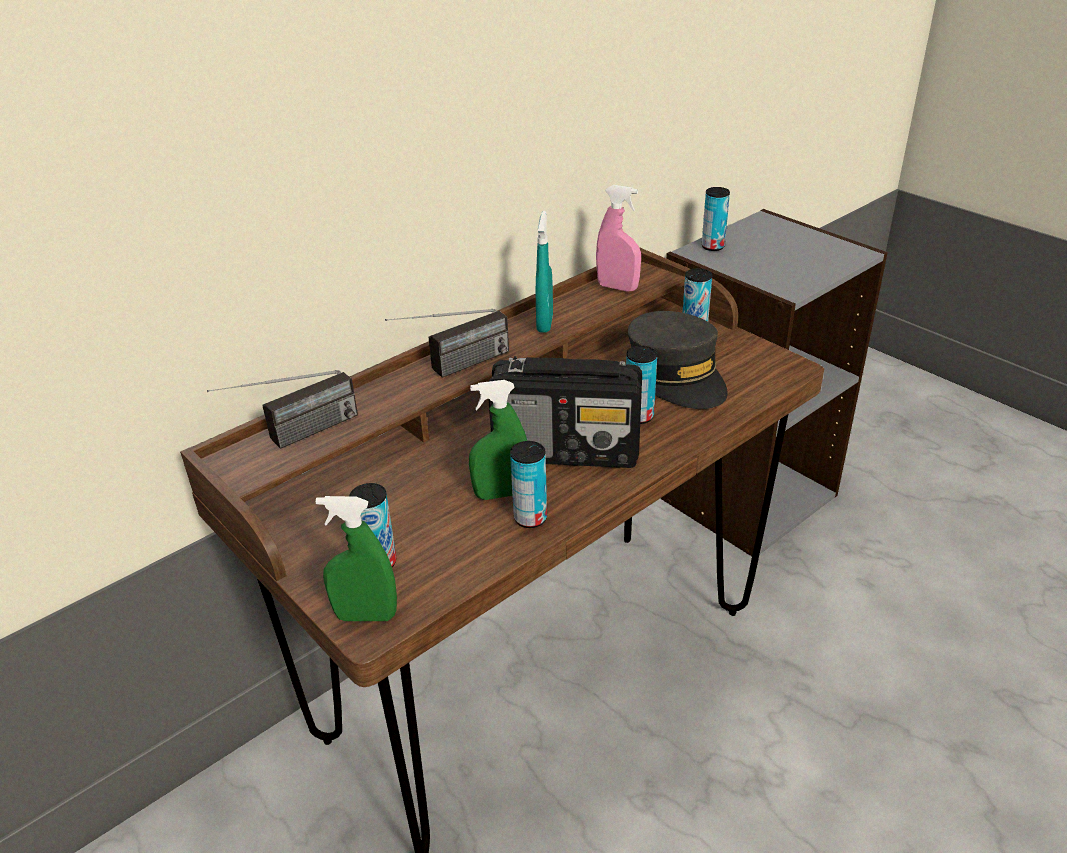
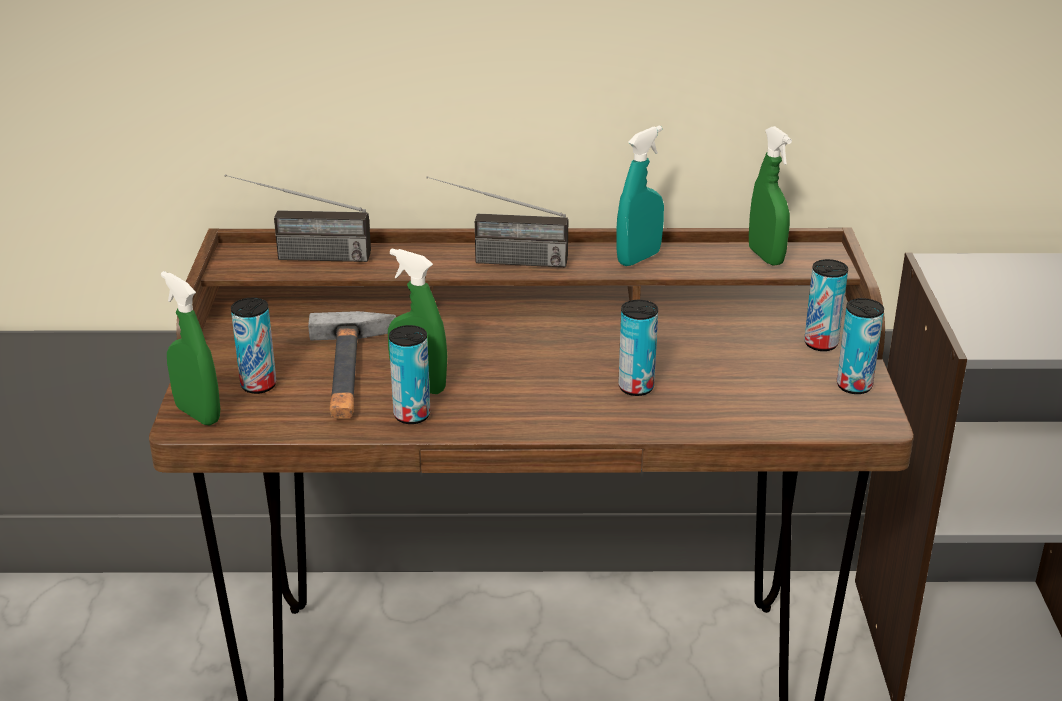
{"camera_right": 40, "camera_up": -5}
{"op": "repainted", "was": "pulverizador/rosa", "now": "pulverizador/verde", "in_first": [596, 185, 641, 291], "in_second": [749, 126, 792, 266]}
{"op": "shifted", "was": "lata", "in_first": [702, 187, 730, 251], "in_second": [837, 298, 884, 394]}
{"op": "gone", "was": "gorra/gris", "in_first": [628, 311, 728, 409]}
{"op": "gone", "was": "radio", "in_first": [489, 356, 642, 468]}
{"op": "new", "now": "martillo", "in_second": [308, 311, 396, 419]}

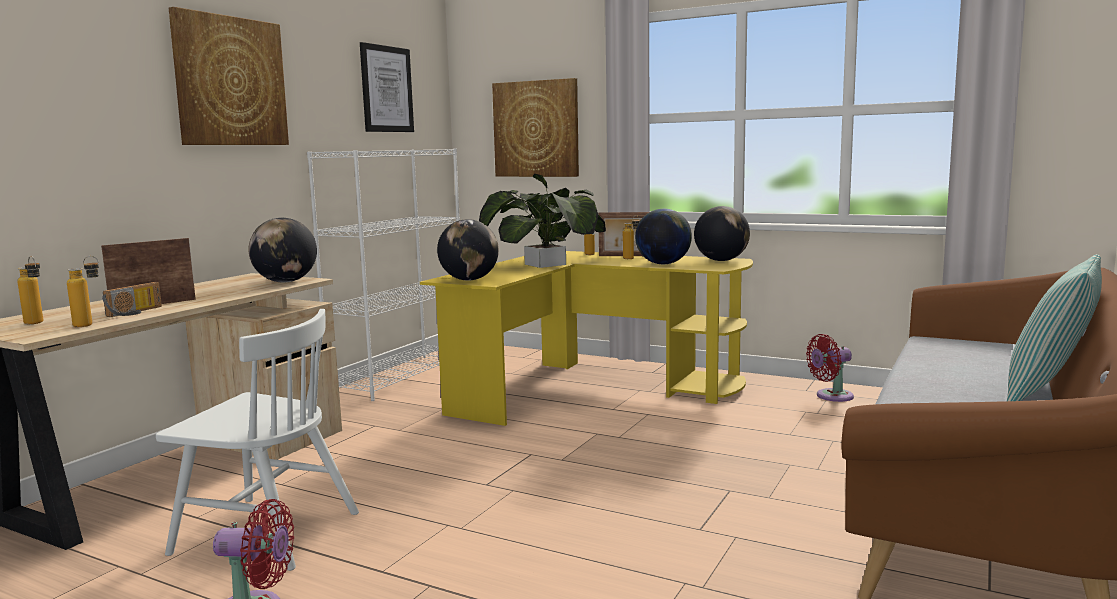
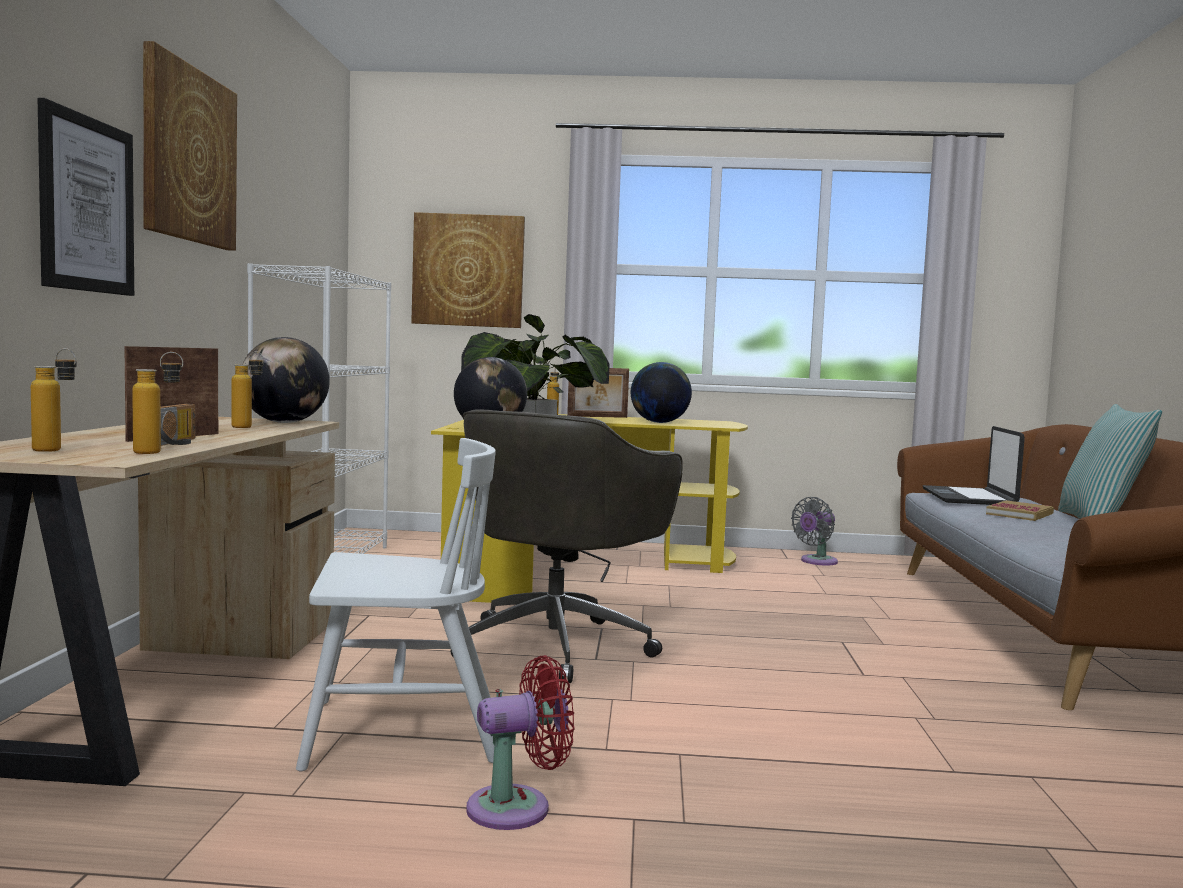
{"camera_right": -25, "camera_up": -5}
{"op": "shifted", "was": "cuadro", "in_first": [360, 42, 414, 132], "in_second": [38, 98, 134, 296]}
{"op": "gone", "was": "globo terráqueo", "in_first": [694, 206, 750, 261]}
{"op": "shifted", "was": "botella", "in_first": [623, 215, 640, 259], "in_second": [232, 351, 264, 428]}
{"op": "repainted", "was": "ventilador/rojo", "now": "ventilador/gris", "in_first": [806, 334, 854, 402], "in_second": [791, 497, 838, 565]}
{"op": "new", "now": "silla de oficina/gris", "in_second": [451, 410, 683, 683]}
{"op": "new", "now": "portátil", "in_second": [923, 426, 1025, 505]}
{"op": "new", "now": "libro", "in_second": [986, 500, 1054, 521]}

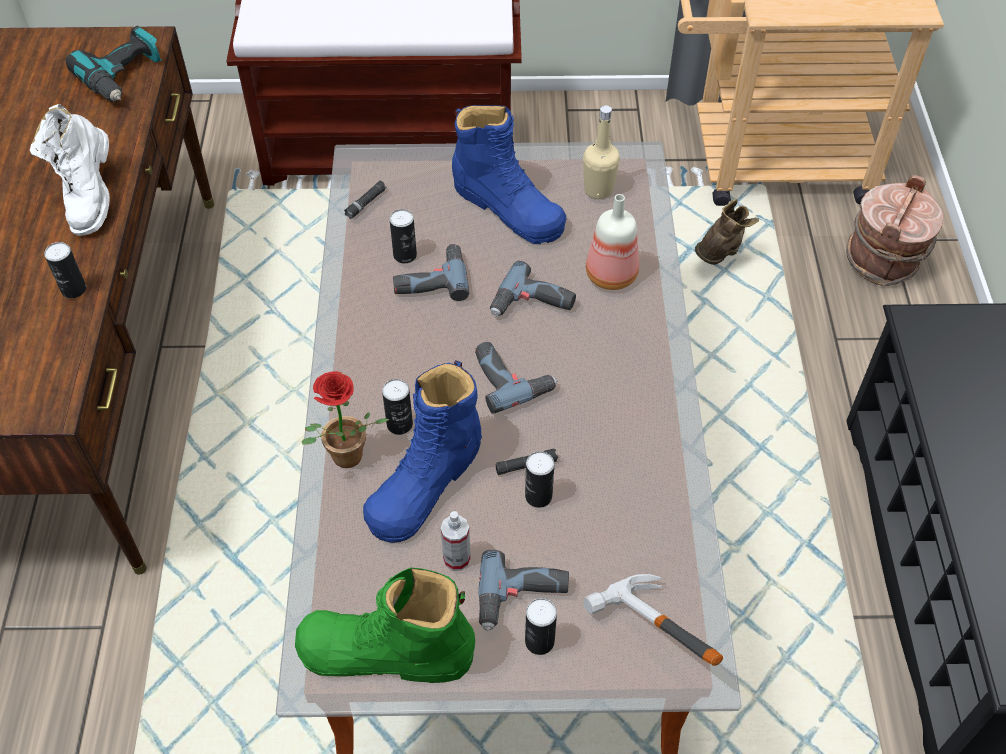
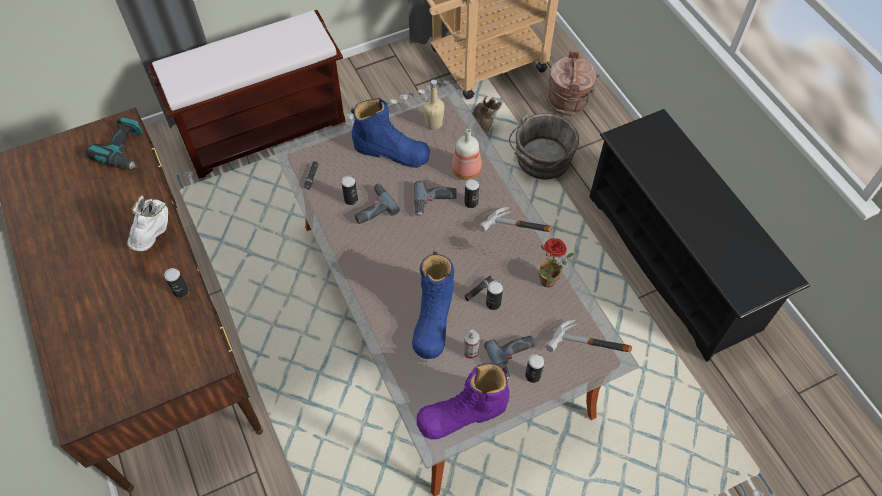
{"camera_right": -25, "camera_up": 5}
{"op": "rotated", "was": "bota/blanco", "in_first": [30, 104, 109, 236], "in_second": [128, 196, 168, 251], "clockwise": -150}
{"op": "gone", "was": "taladro", "in_first": [475, 342, 558, 414]}
{"op": "shifted", "was": "planta en maceta", "in_first": [302, 372, 389, 468], "in_second": [538, 238, 574, 287]}
{"op": "shifted", "was": "lata", "in_first": [382, 379, 413, 435], "in_second": [464, 179, 479, 208]}
{"op": "repainted", "was": "bota/verde", "now": "bota/morado", "in_first": [295, 568, 475, 683], "in_second": [417, 363, 510, 439]}
{"op": "new", "now": "cubo/gris", "in_second": [509, 113, 579, 179]}
{"op": "new", "now": "martillo", "in_second": [478, 207, 553, 232]}

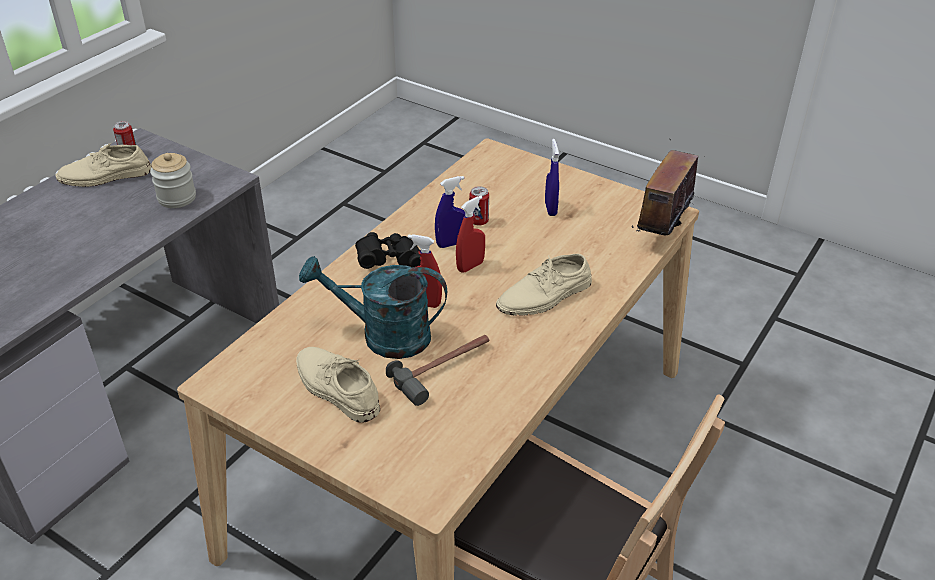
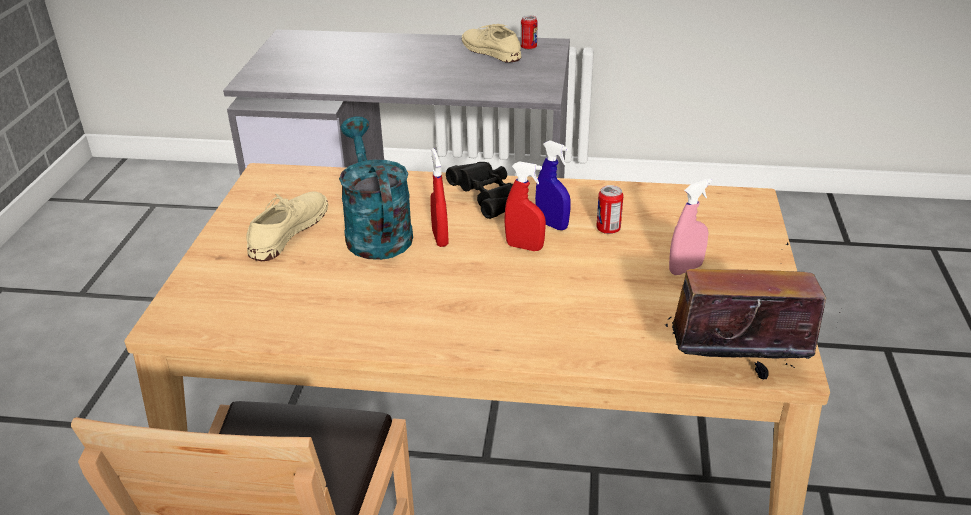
{"camera_right": 65, "camera_up": -5}
{"op": "repainted", "was": "pulverizador/azul", "now": "pulverizador/rosa", "in_first": [545, 139, 559, 216], "in_second": [669, 179, 712, 275]}
{"op": "gone", "was": "tarro", "in_first": [150, 153, 196, 208]}
{"op": "gone", "was": "zapato/beis", "in_first": [496, 254, 592, 316]}
{"op": "gone", "was": "martillo", "in_first": [386, 335, 489, 406]}

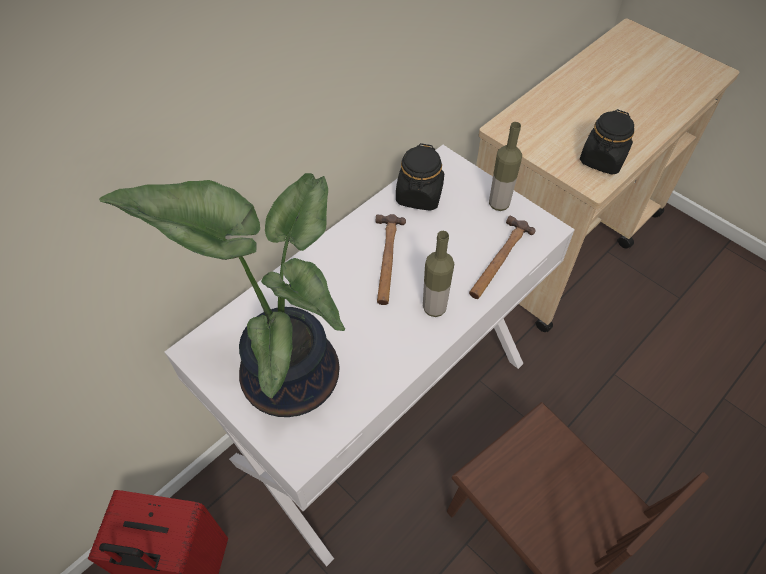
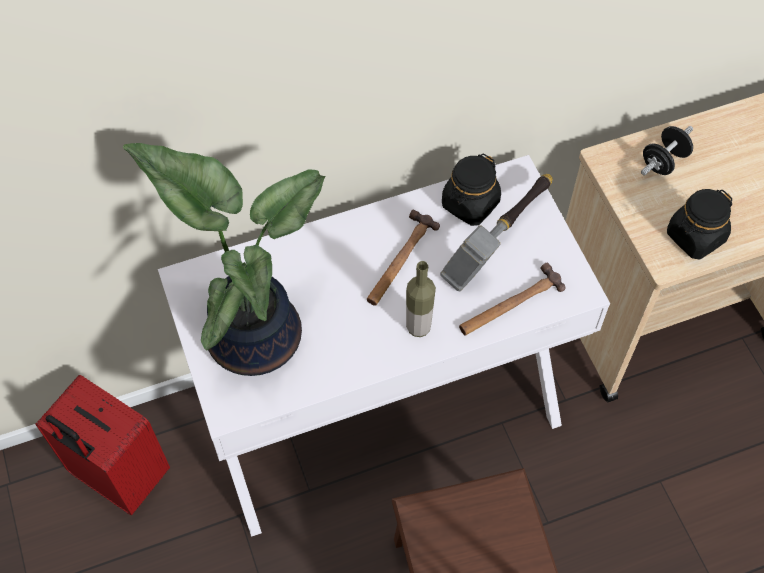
{"camera_right": 25, "camera_up": 5}
{"op": "gone", "was": "botella", "in_first": [489, 122, 522, 211]}
{"op": "new", "now": "mancuerna/negro", "in_second": [641, 126, 693, 175]}
{"op": "new", "now": "martillo", "in_second": [440, 174, 553, 291]}

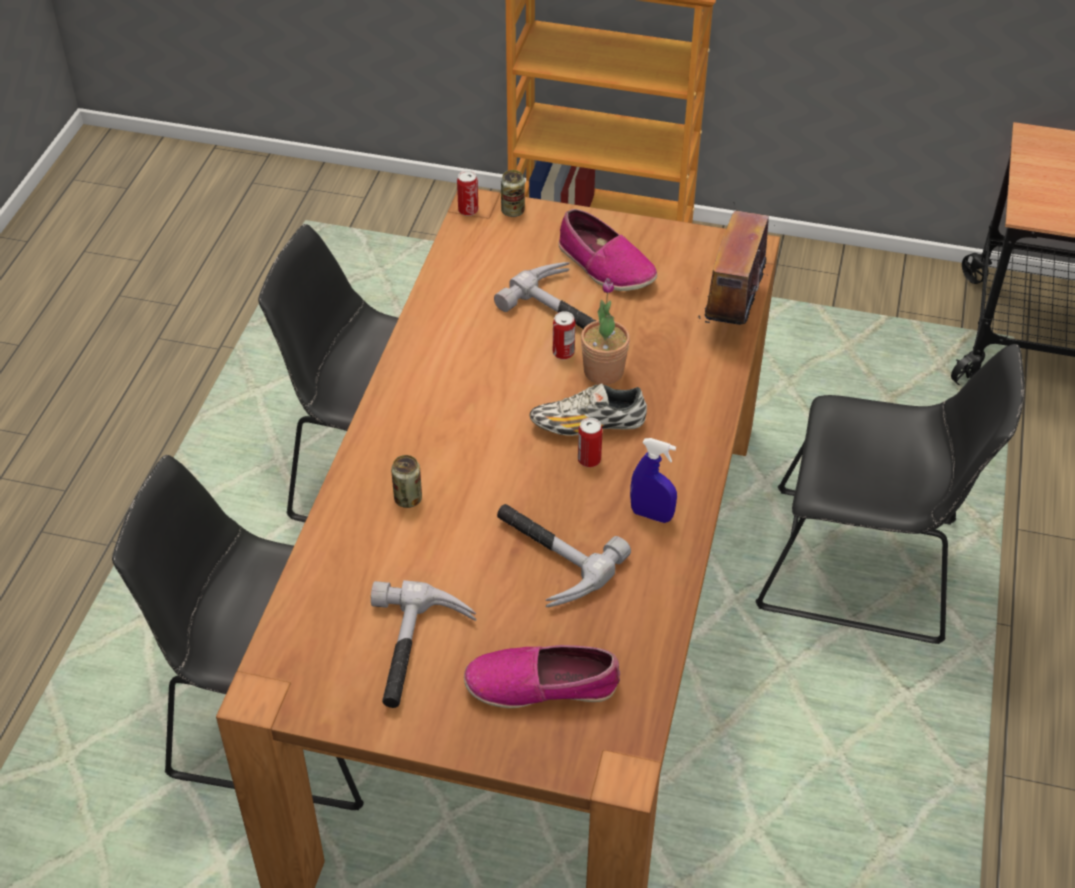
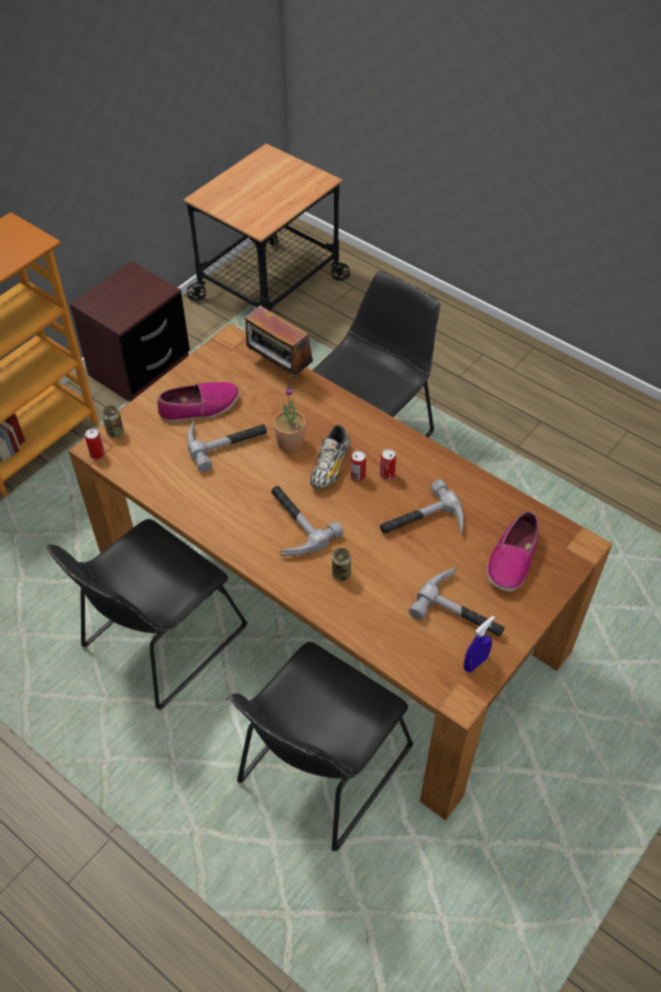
{"camera_right": -65, "camera_up": 5}
{"op": "shifted", "was": "lata", "in_first": [553, 311, 575, 359], "in_second": [380, 449, 396, 480]}
{"op": "shifted", "was": "pulverizador/azul", "in_first": [630, 438, 677, 523], "in_second": [464, 616, 495, 673]}
{"op": "new", "now": "mesita de noche/marrón", "in_second": [70, 261, 190, 402]}
{"op": "new", "now": "martillo", "in_second": [271, 486, 343, 556]}

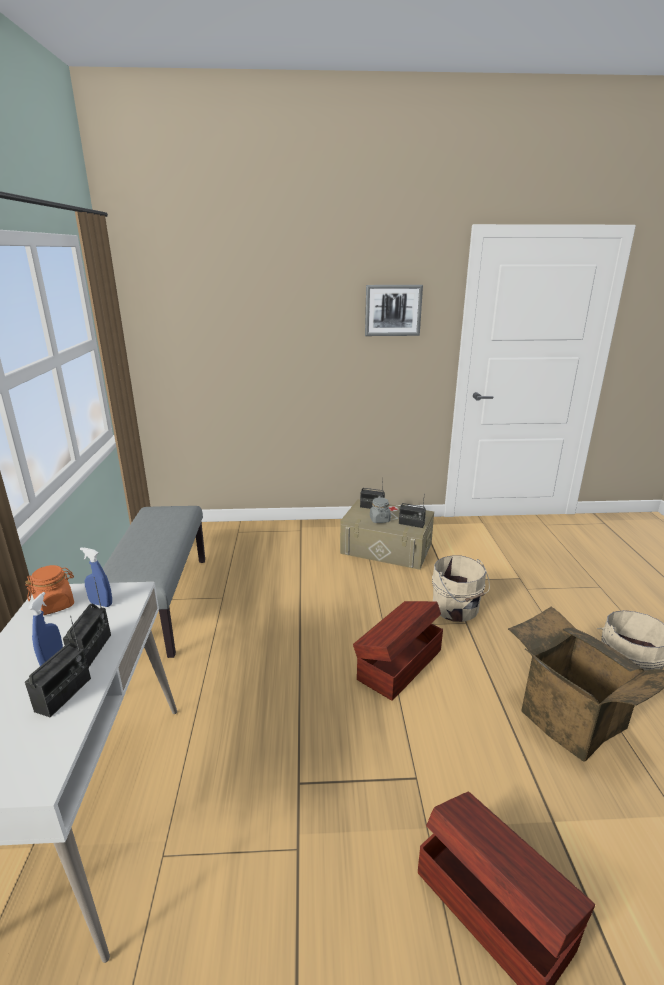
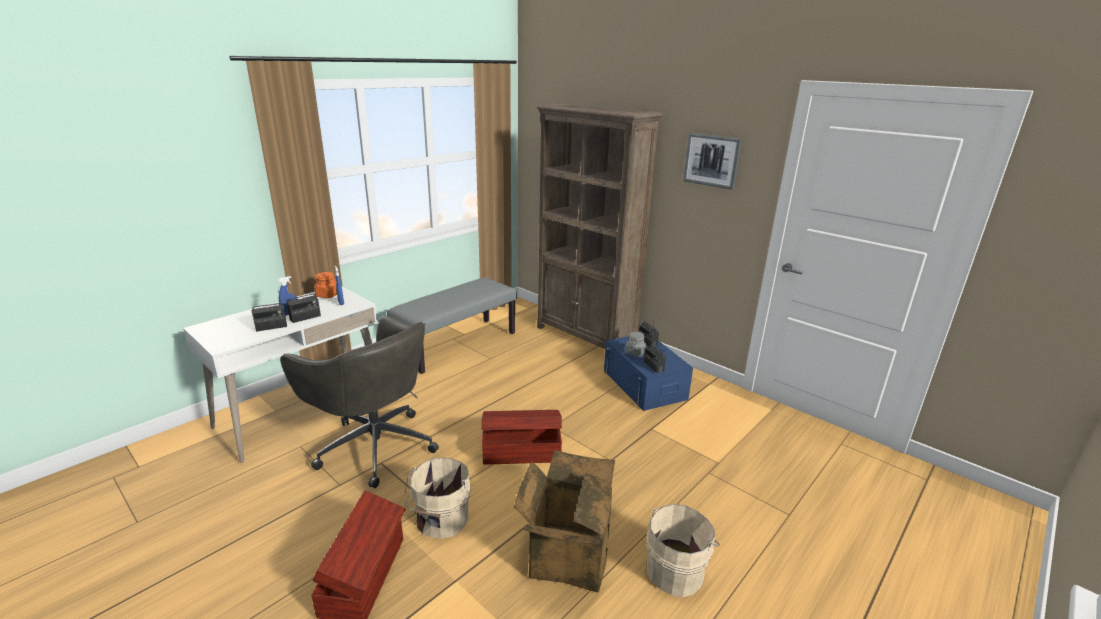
{"camera_right": 45, "camera_up": 0}
{"op": "repainted", "was": "caja de almacenaje/beis", "now": "caja de almacenaje/azul", "in_first": [340, 499, 434, 570], "in_second": [604, 336, 693, 411]}
{"op": "shifted", "was": "cubo/beis", "in_first": [432, 555, 490, 622], "in_second": [405, 458, 471, 539]}
{"op": "new", "now": "estantería/marrón", "in_second": [537, 104, 663, 349]}
{"op": "new", "now": "silla de oficina/gris", "in_second": [280, 316, 439, 488]}

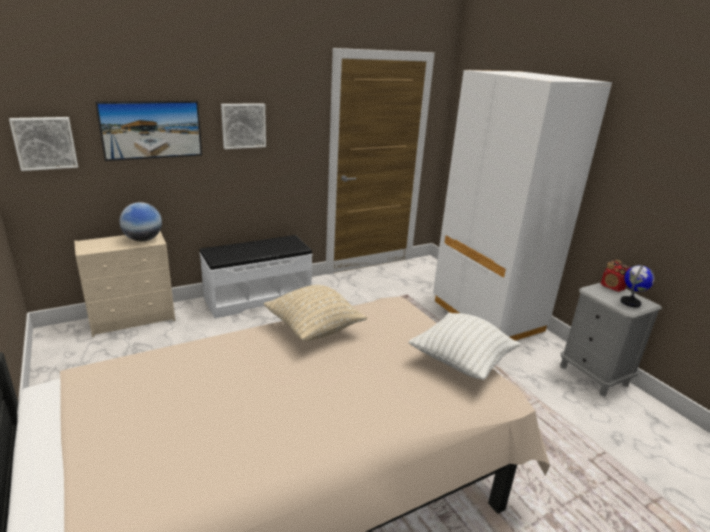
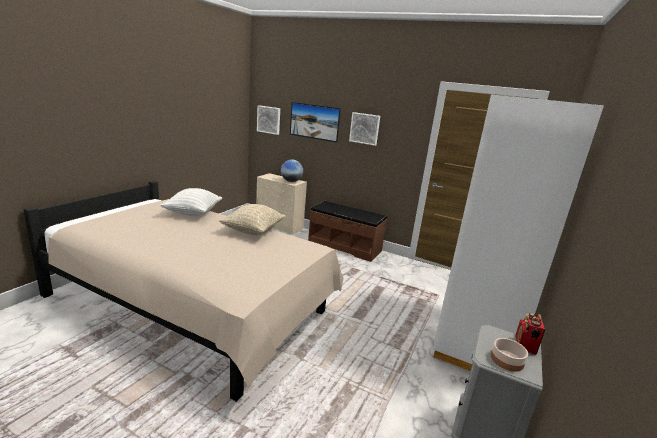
{"camera_right": 55, "camera_up": -5}
{"op": "repainted", "was": "banco/blanco", "now": "banco/marrón", "in_first": [199, 235, 313, 319], "in_second": [308, 201, 387, 262]}
{"op": "swapped", "was": "globo terráqueo", "now": "cuenco", "in_first": [621, 265, 654, 307], "in_second": [491, 338, 528, 372]}
{"op": "shifted", "was": "cojín/blanco", "in_first": [409, 313, 521, 380], "in_second": [160, 188, 222, 216]}

